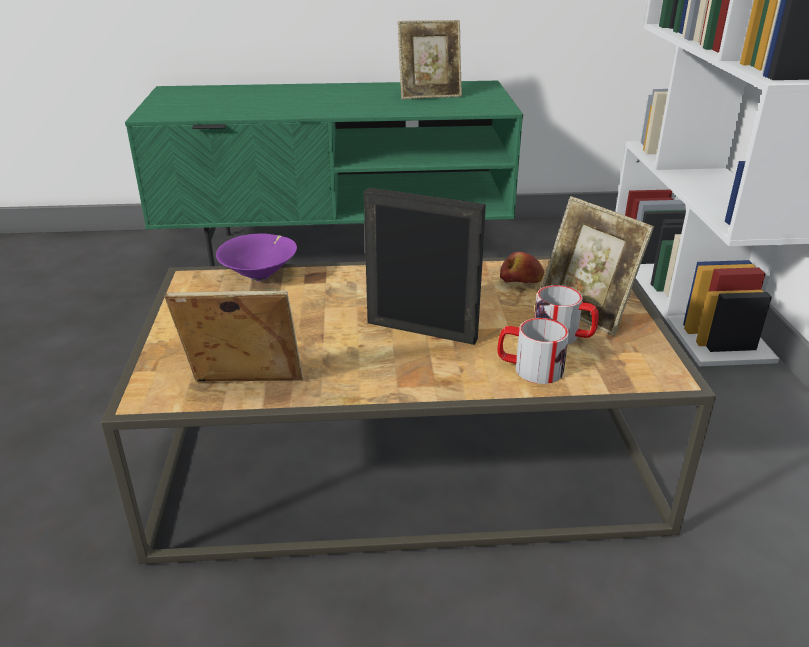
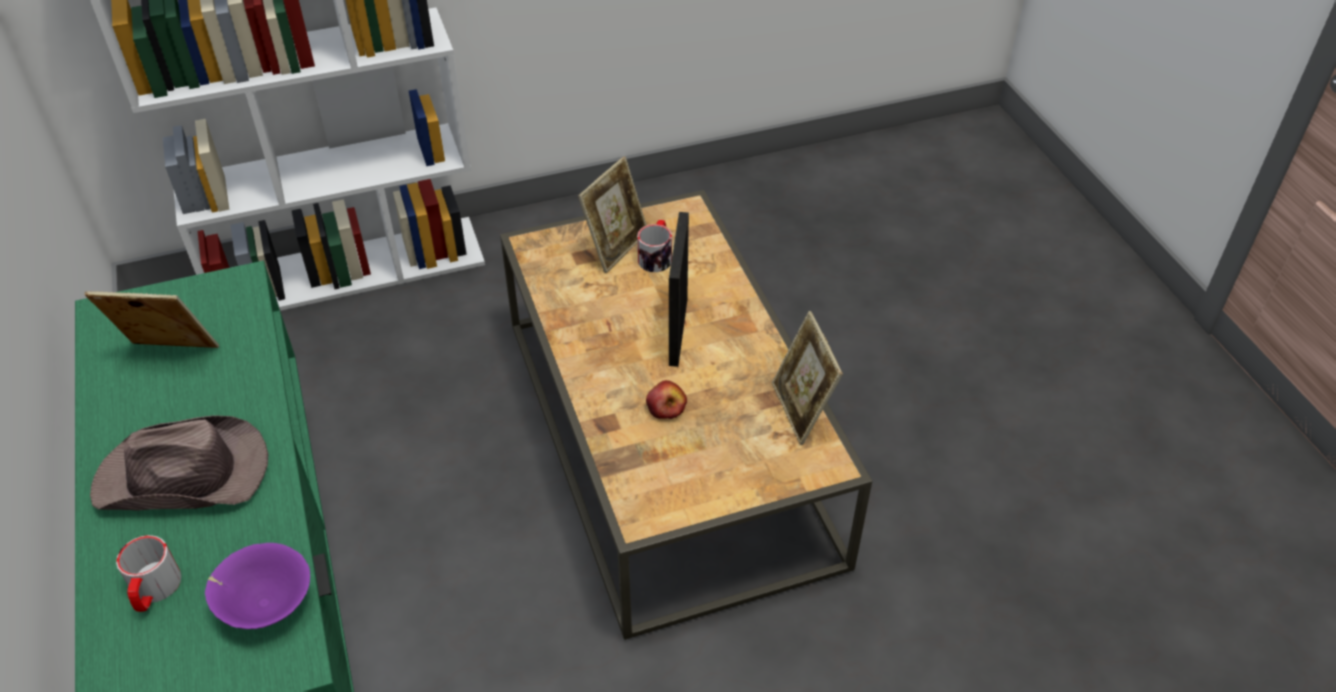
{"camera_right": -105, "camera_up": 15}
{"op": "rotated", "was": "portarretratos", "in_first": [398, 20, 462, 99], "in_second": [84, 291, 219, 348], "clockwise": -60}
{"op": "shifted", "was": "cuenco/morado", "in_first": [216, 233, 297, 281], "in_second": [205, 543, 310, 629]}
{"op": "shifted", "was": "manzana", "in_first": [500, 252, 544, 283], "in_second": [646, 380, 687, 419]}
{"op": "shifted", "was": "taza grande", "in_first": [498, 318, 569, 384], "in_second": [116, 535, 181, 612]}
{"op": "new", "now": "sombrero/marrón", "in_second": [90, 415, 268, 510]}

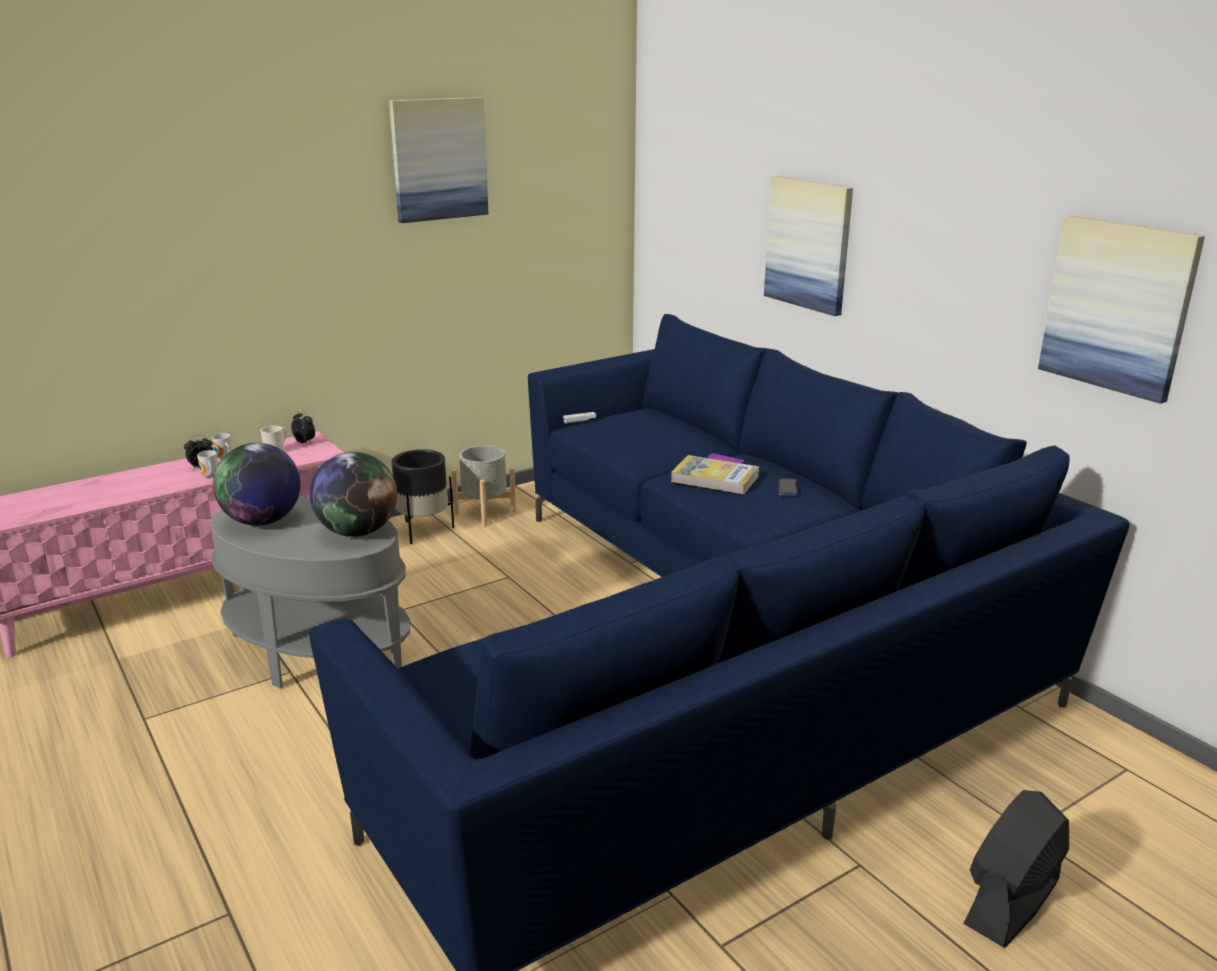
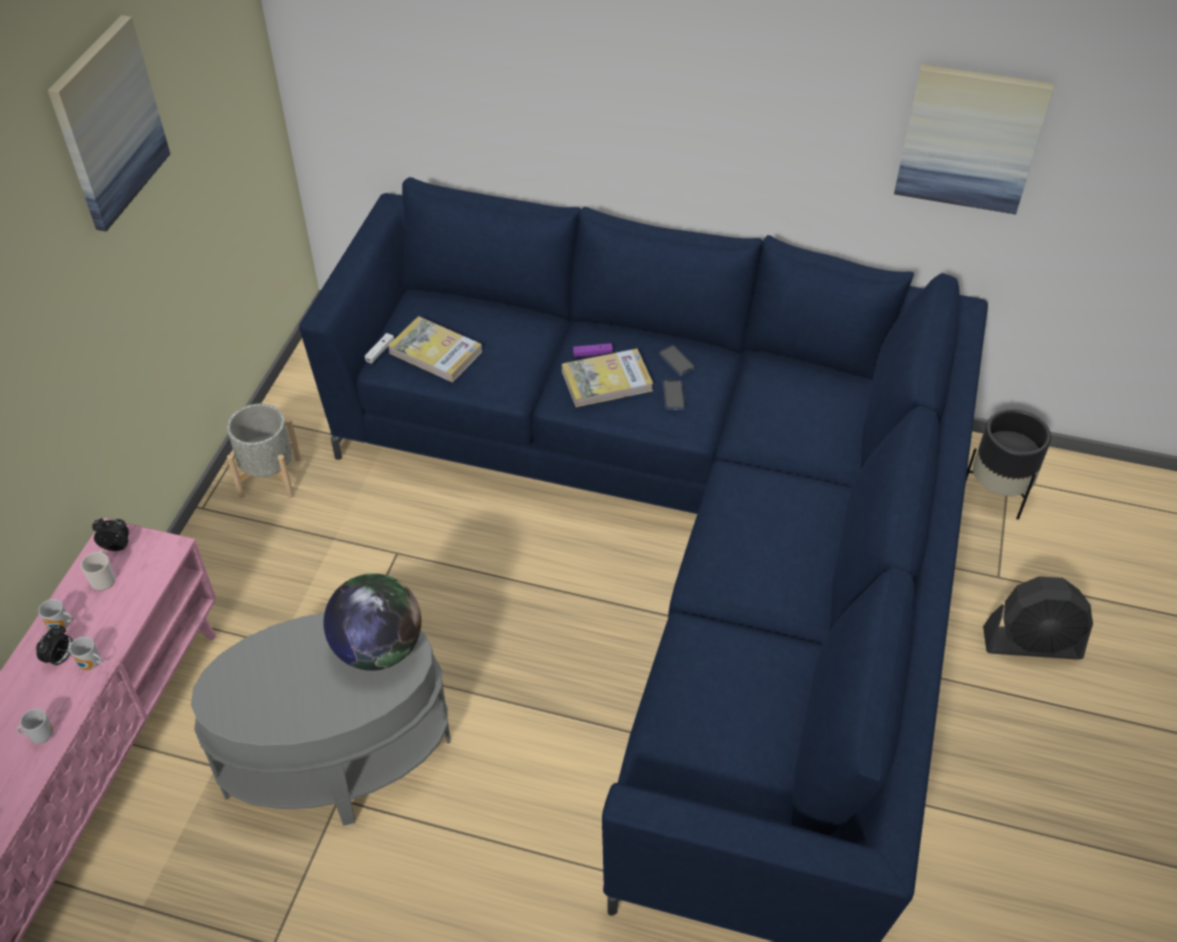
{"camera_right": -40, "camera_up": 25}
{"op": "gone", "was": "cuadro", "in_first": [764, 176, 853, 316]}
{"op": "gone", "was": "globo terráqueo", "in_first": [213, 443, 301, 526]}
{"op": "shifted", "was": "maceta/negro", "in_first": [392, 449, 454, 544], "in_second": [966, 409, 1051, 520]}
{"op": "rotated", "was": "ventilador/negro", "in_first": [963, 790, 1069, 948], "in_second": [983, 576, 1093, 660], "clockwise": -90}
{"op": "new", "now": "libro", "in_second": [388, 316, 482, 383]}
{"op": "new", "now": "móvil", "in_second": [663, 380, 685, 410]}
{"op": "new", "now": "taza grande", "in_second": [17, 709, 53, 743]}

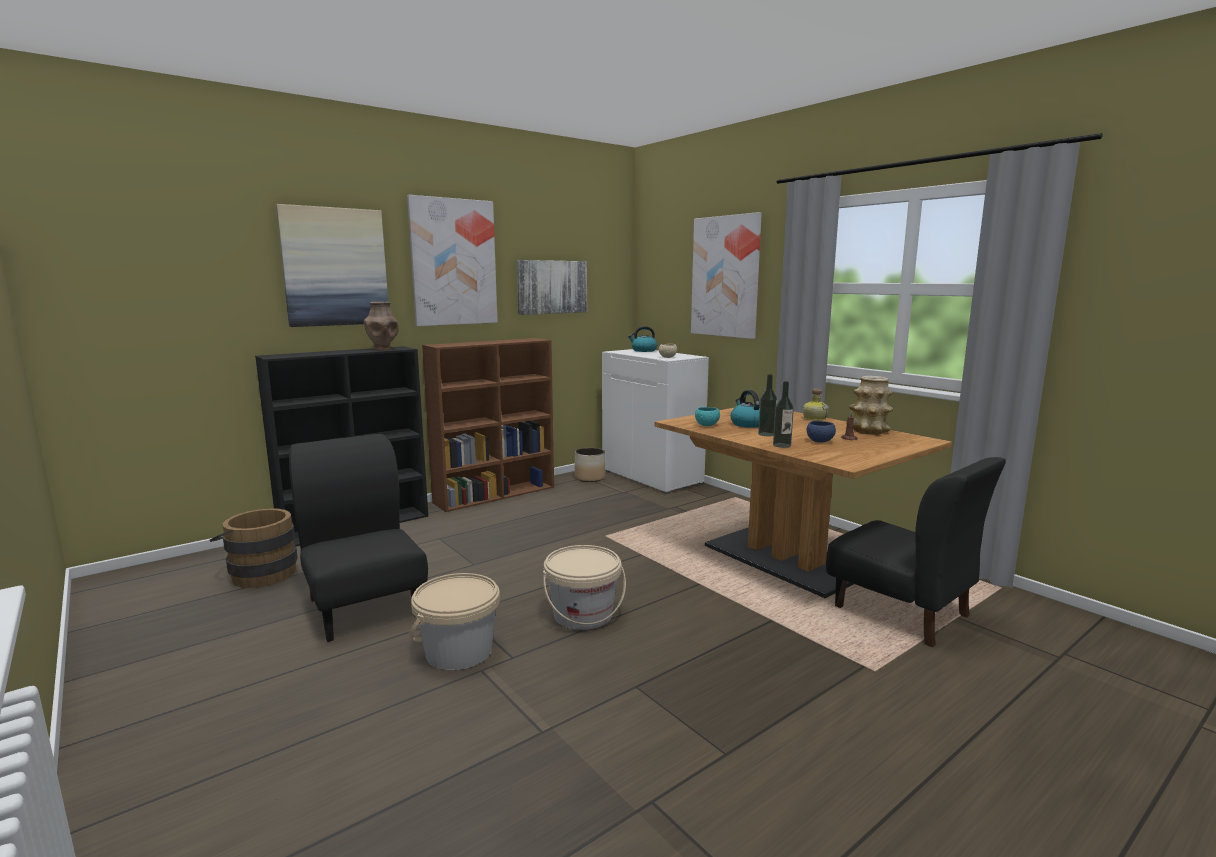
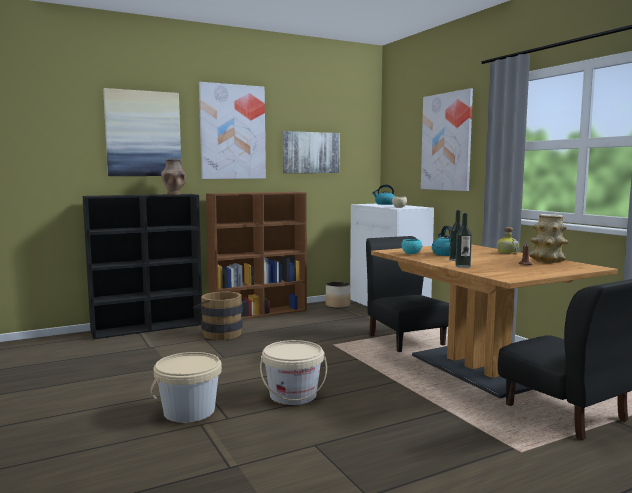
{"camera_right": 10, "camera_up": -5}
{"op": "gone", "was": "cuenco/azul", "in_first": [807, 421, 836, 443]}
{"op": "shifted", "was": "silla/negro", "in_first": [289, 434, 428, 642], "in_second": [366, 236, 449, 352]}
{"op": "shifted", "was": "cubo/marrón", "in_first": [210, 509, 298, 588], "in_second": [193, 292, 243, 340]}

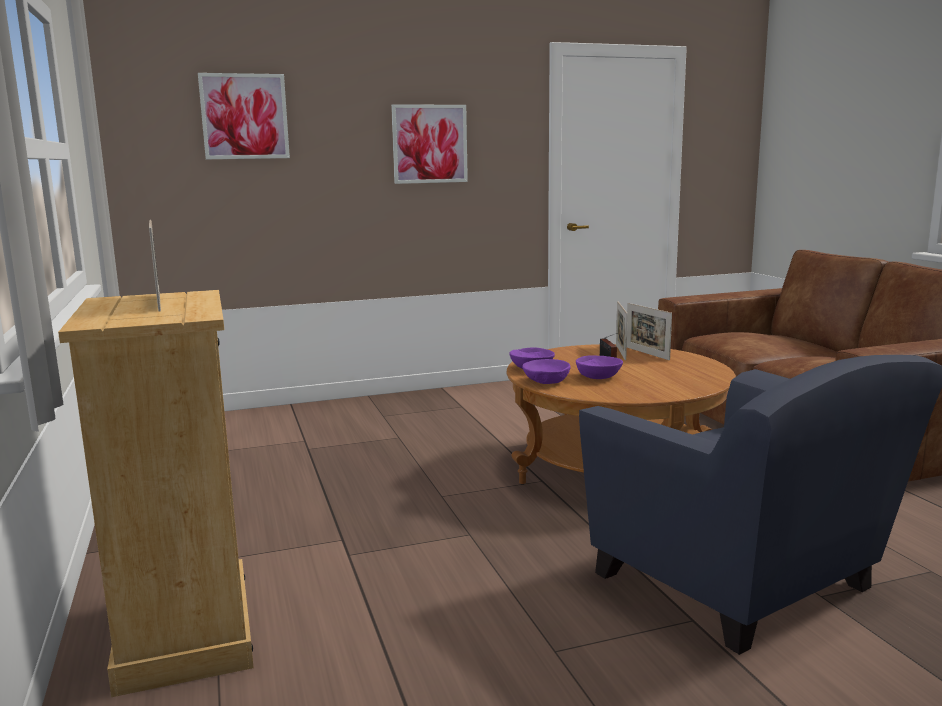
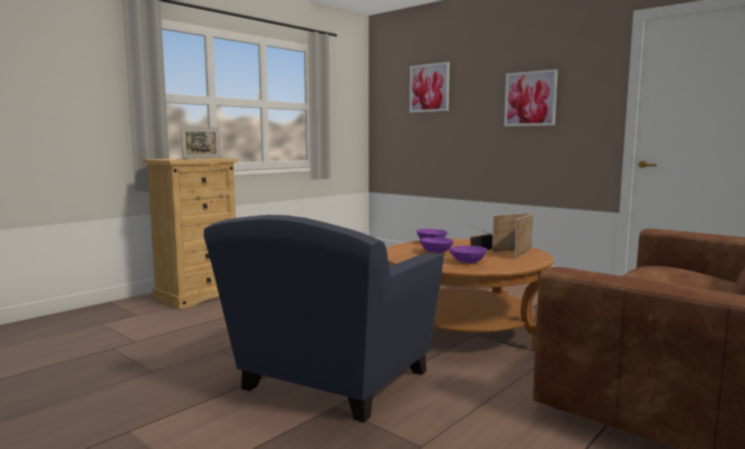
{"camera_right": 60, "camera_up": -5}
{"op": "shifted", "was": "cuenco/morado", "in_first": [522, 359, 571, 384], "in_second": [449, 246, 487, 263]}

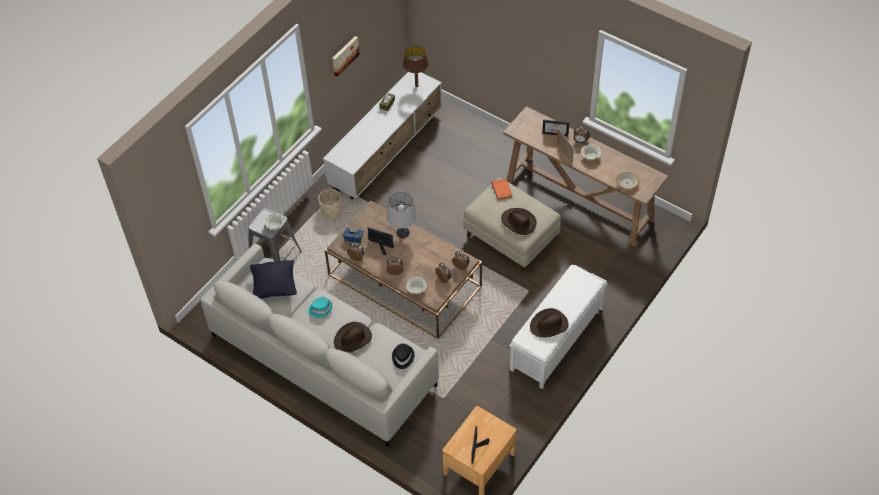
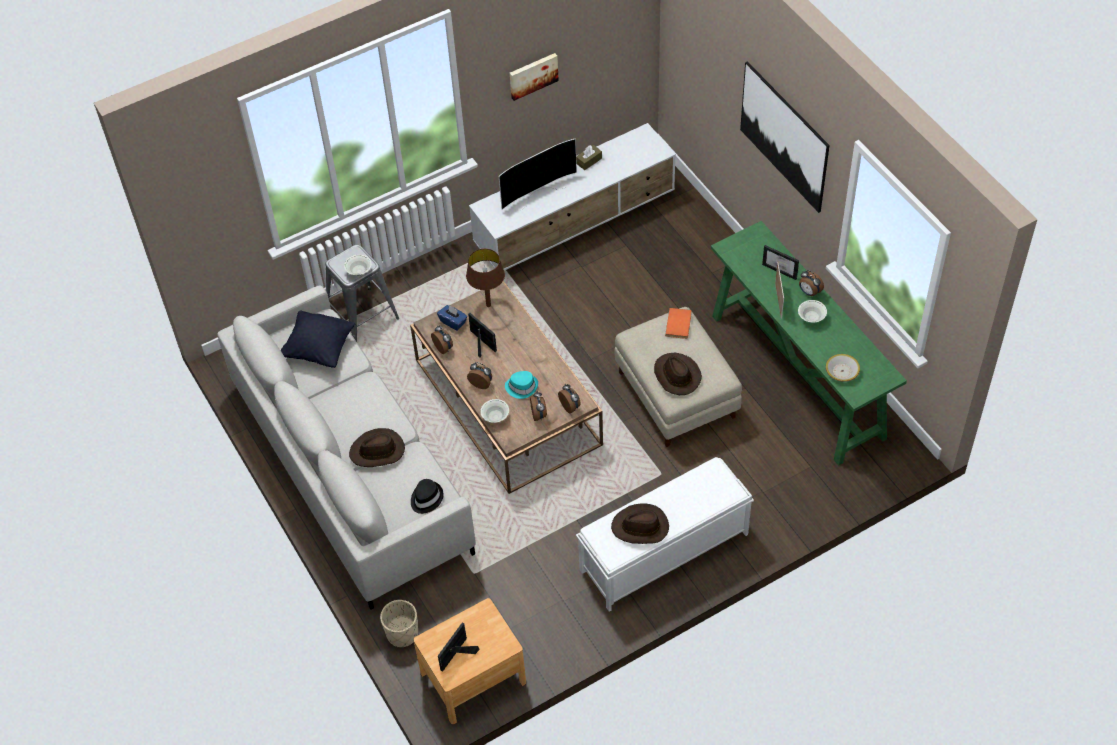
{"camera_right": 25, "camera_up": 0}
{"op": "shifted", "was": "lámpara de mesa/marrón", "in_first": [403, 46, 429, 87], "in_second": [466, 249, 505, 307]}
{"op": "repainted", "was": "mesa consola/marrón", "now": "mesa consola/verde", "in_first": [503, 106, 668, 246], "in_second": [711, 221, 907, 466]}
{"op": "shifted", "was": "maceta/beis", "in_first": [318, 189, 341, 219], "in_second": [380, 600, 418, 648]}
{"op": "gone", "was": "lámpara de mesa/gris", "in_first": [386, 192, 417, 238]}
{"op": "shifted", "was": "sombrero/turquesa", "in_first": [308, 297, 332, 318], "in_second": [505, 371, 538, 399]}
{"op": "new", "now": "cuadro", "in_second": [740, 61, 830, 213]}
{"op": "new", "now": "televisor", "in_second": [499, 139, 577, 211]}

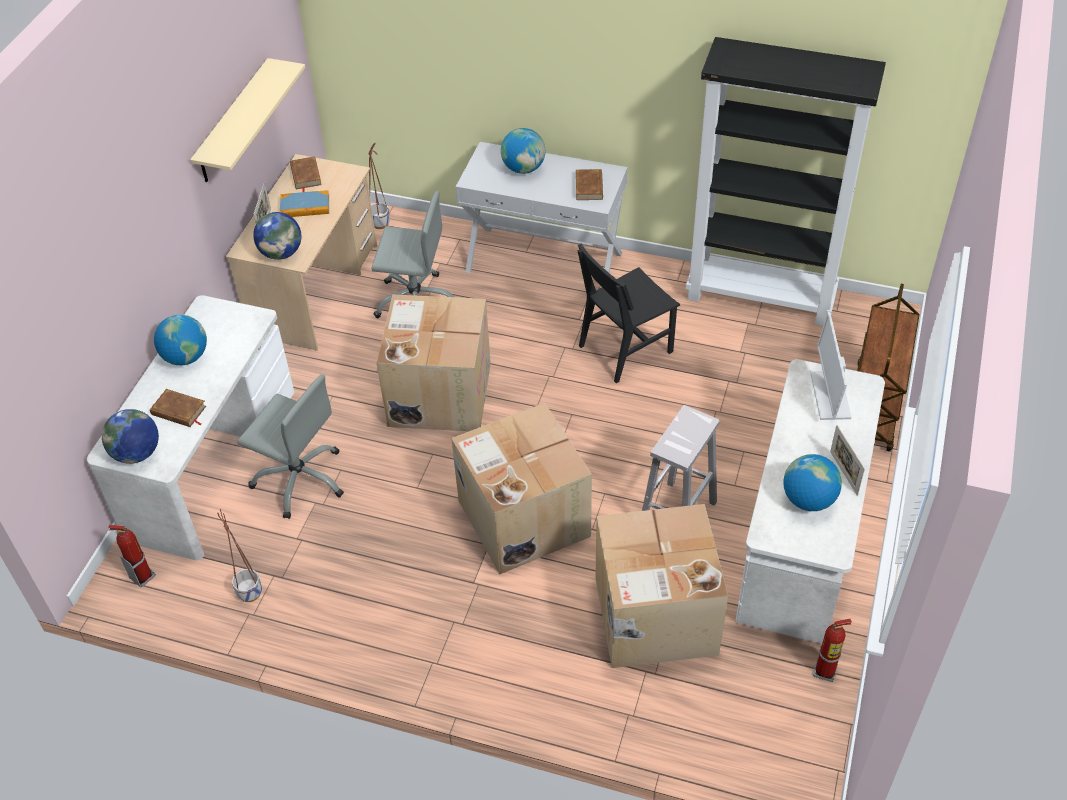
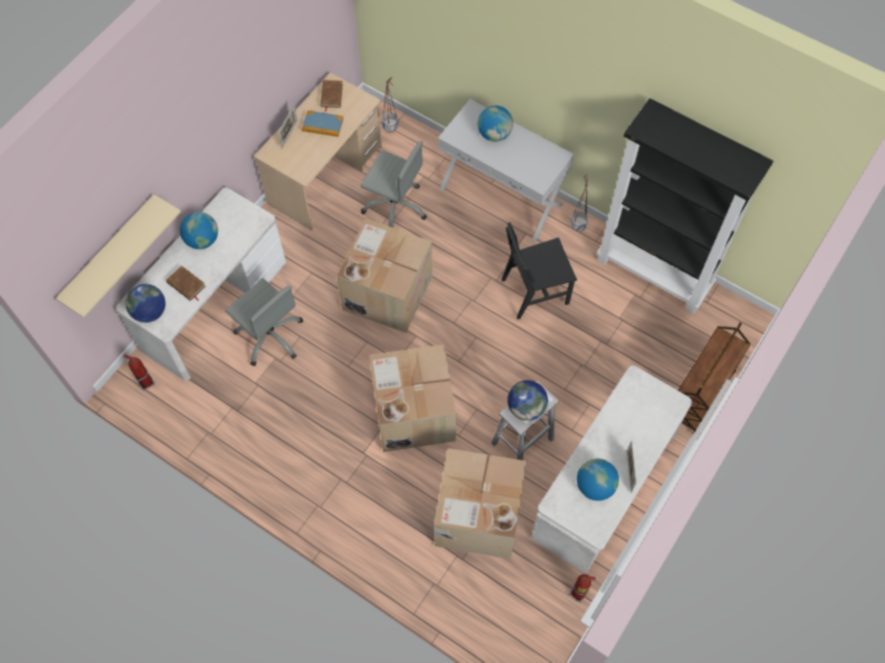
{"camera_right": 15, "camera_up": 15}
{"op": "shifted", "was": "estante/beis", "in_first": [190, 58, 305, 182], "in_second": [56, 194, 181, 318]}
{"op": "gone", "was": "libro/marrón", "in_first": [576, 169, 603, 200]}
{"op": "shifted", "was": "globo terráqueo", "in_first": [253, 212, 301, 260], "in_second": [507, 380, 548, 421]}
{"op": "gone", "was": "monitor", "in_first": [811, 312, 852, 420]}
{"op": "shifted", "was": "maceta", "in_first": [217, 509, 262, 602], "in_second": [570, 173, 588, 232]}

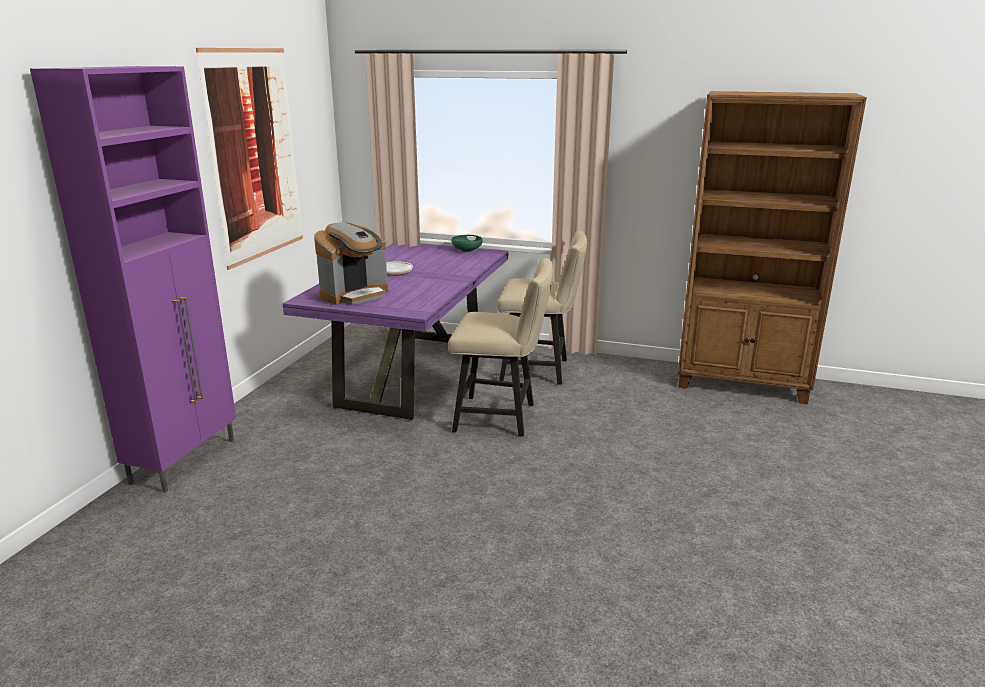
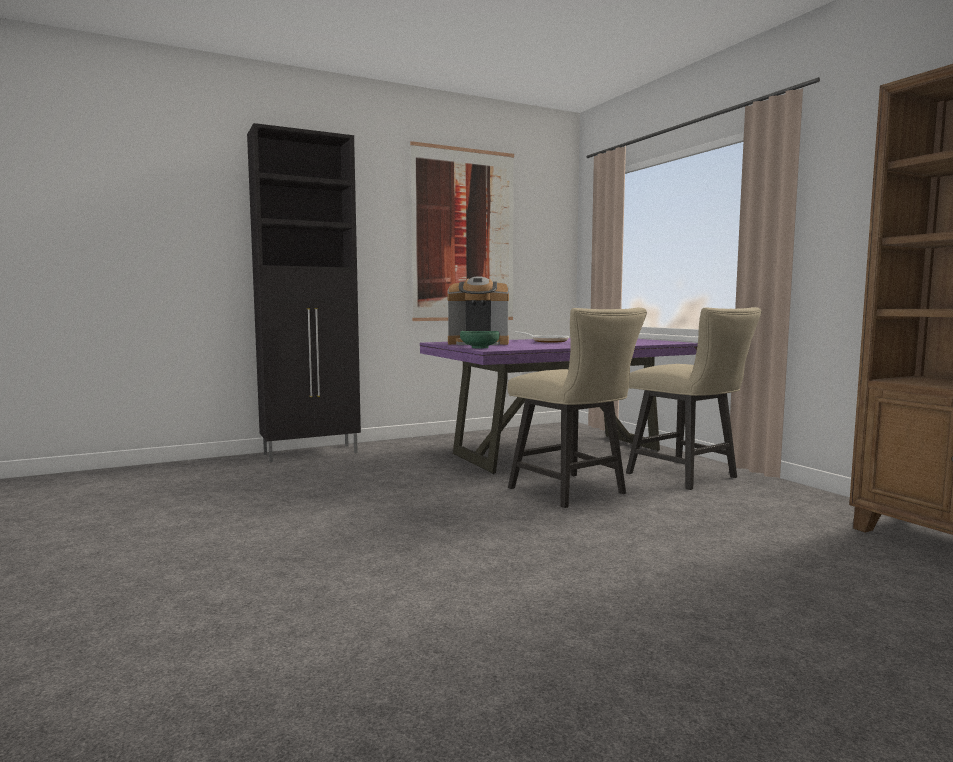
{"camera_right": 45, "camera_up": -15}
{"op": "repainted", "was": "armario/morado", "now": "armario/negro", "in_first": [30, 66, 236, 493], "in_second": [247, 123, 361, 462]}
{"op": "shifted", "was": "cuenco/verde", "in_first": [452, 235, 483, 252], "in_second": [460, 331, 500, 348]}

